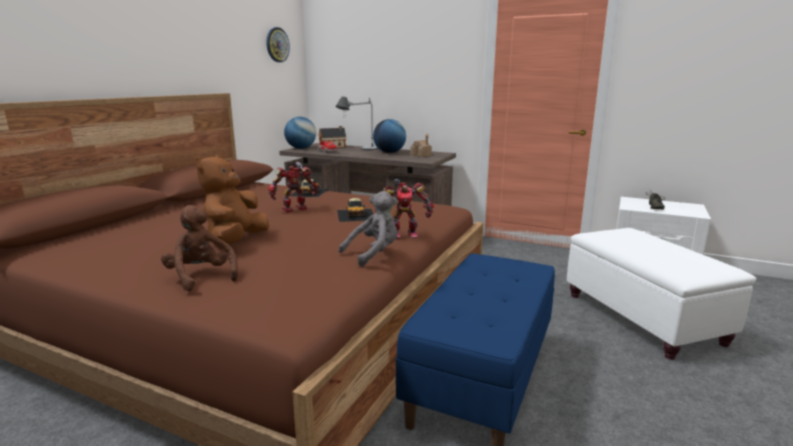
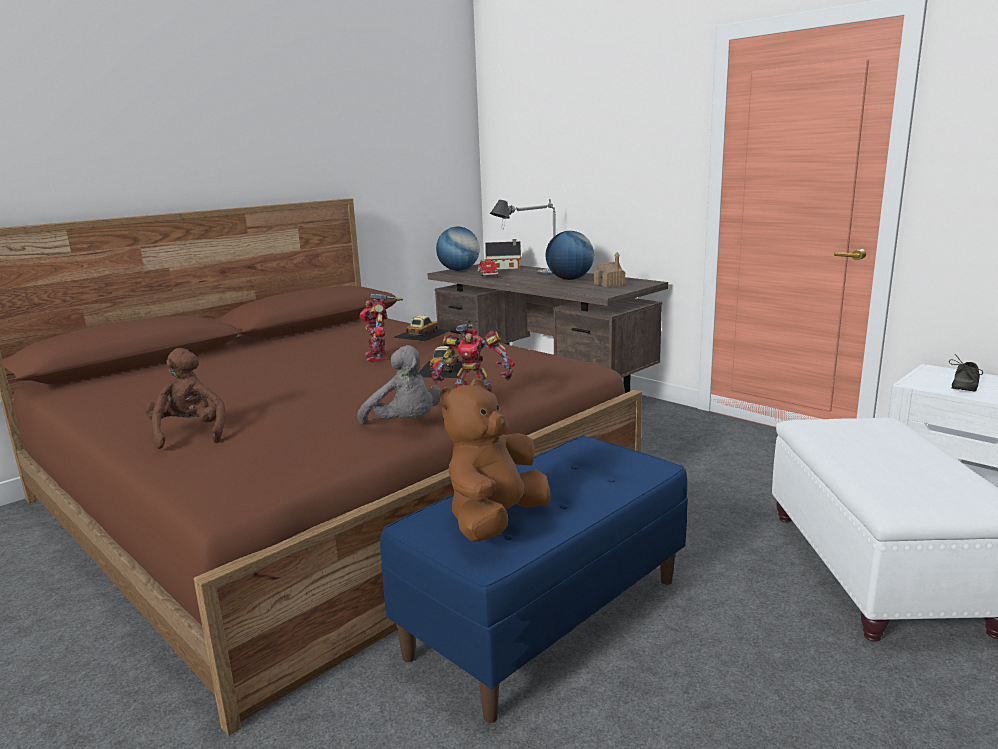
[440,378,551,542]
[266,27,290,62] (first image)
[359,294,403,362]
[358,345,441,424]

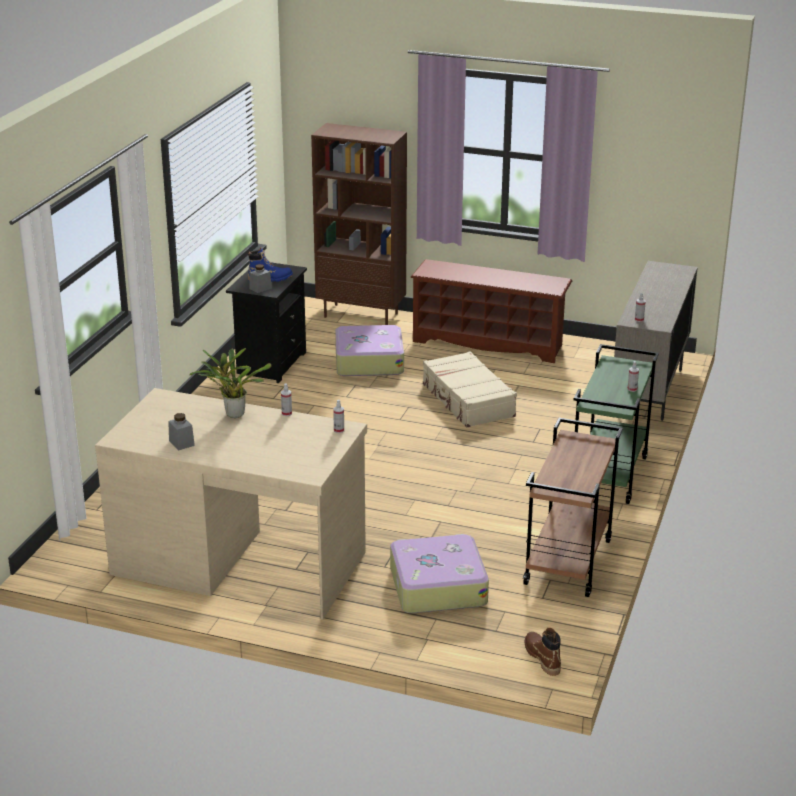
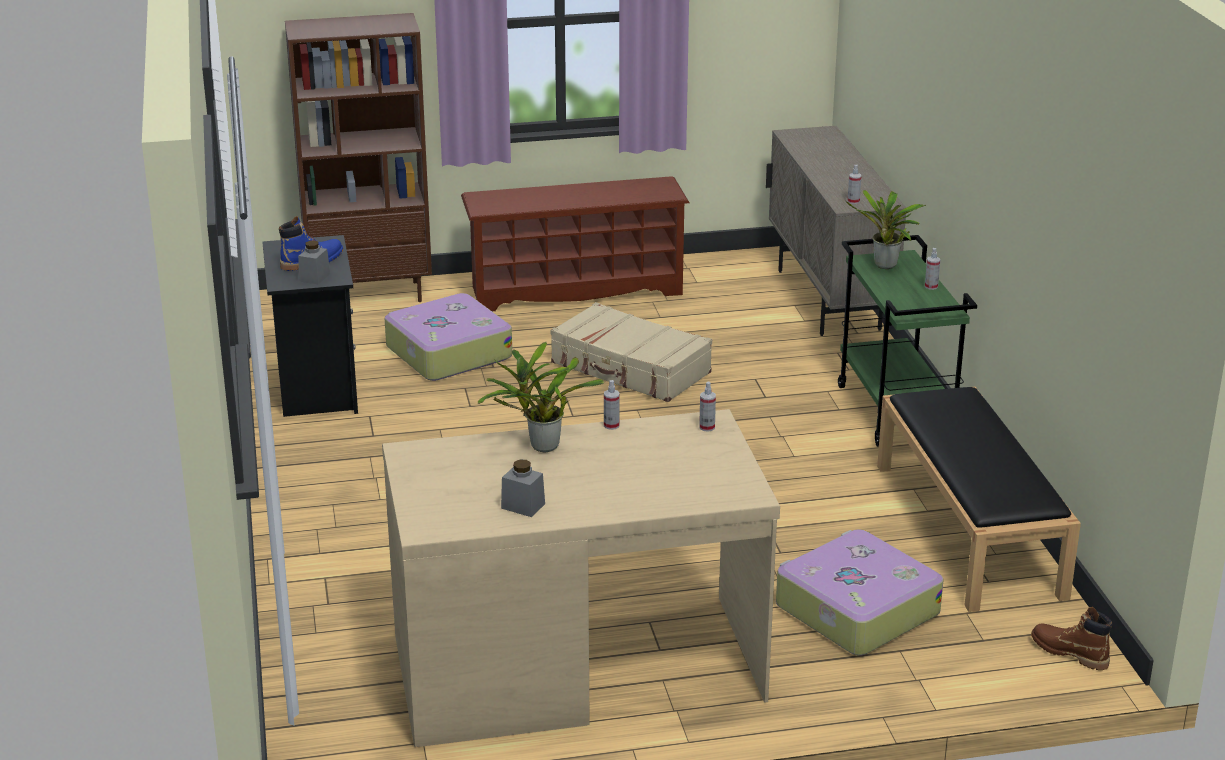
[877,387,1081,612]
[846,190,926,269]

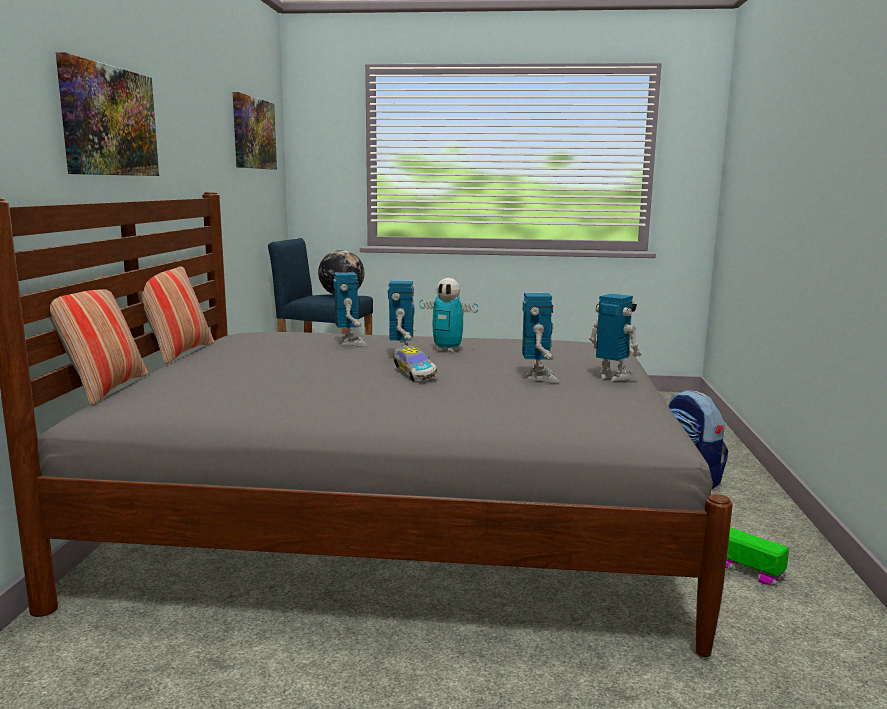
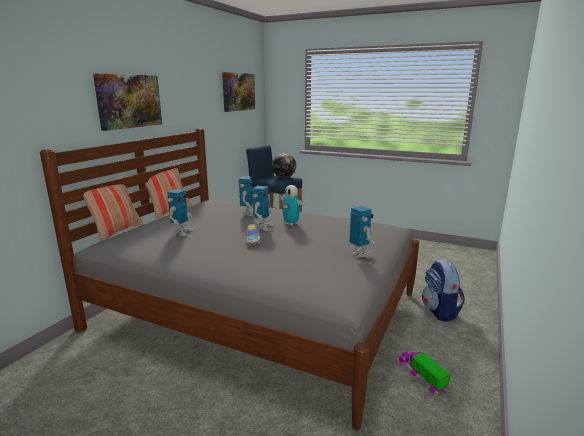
[167,189,194,236]

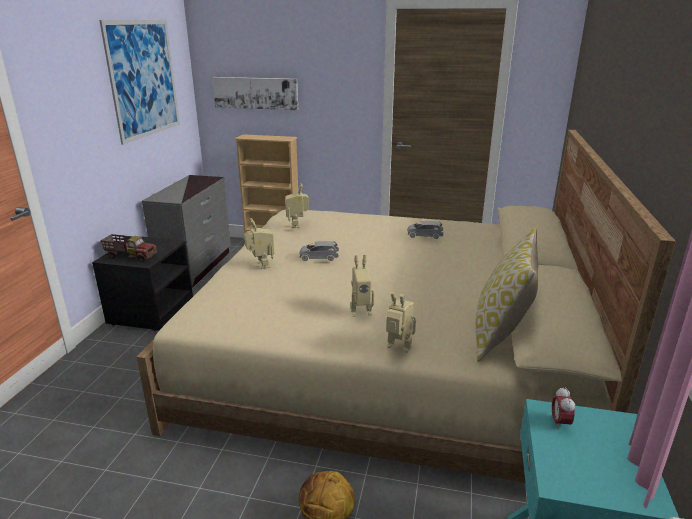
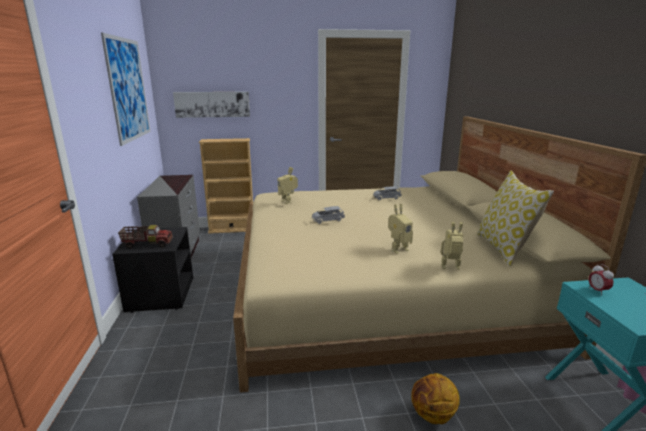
[244,218,274,269] (first image)

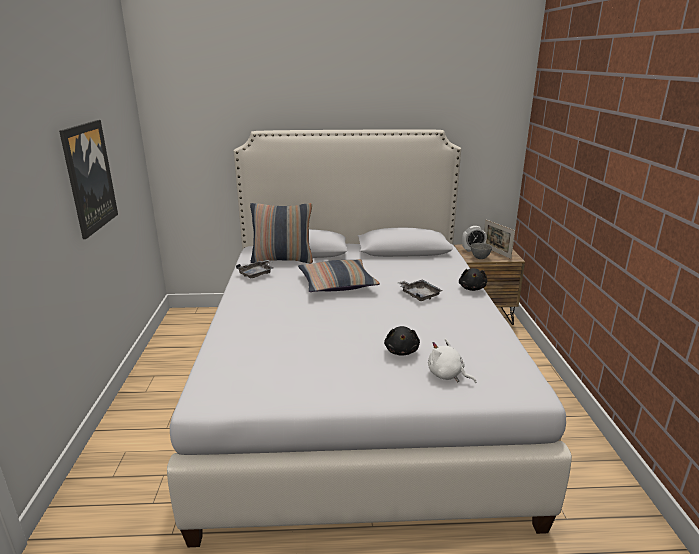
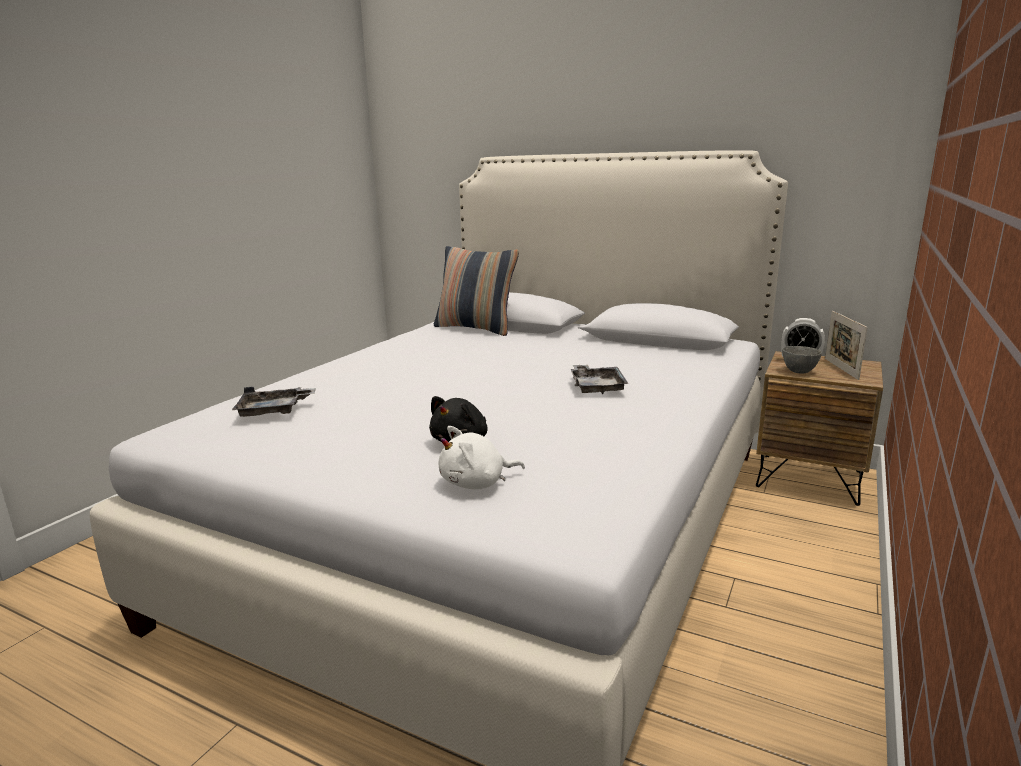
[59,120,118,239] (first image)
[232,387,316,417]
[298,259,380,292] (first image)
[439,426,525,489]
[459,268,487,291] (first image)

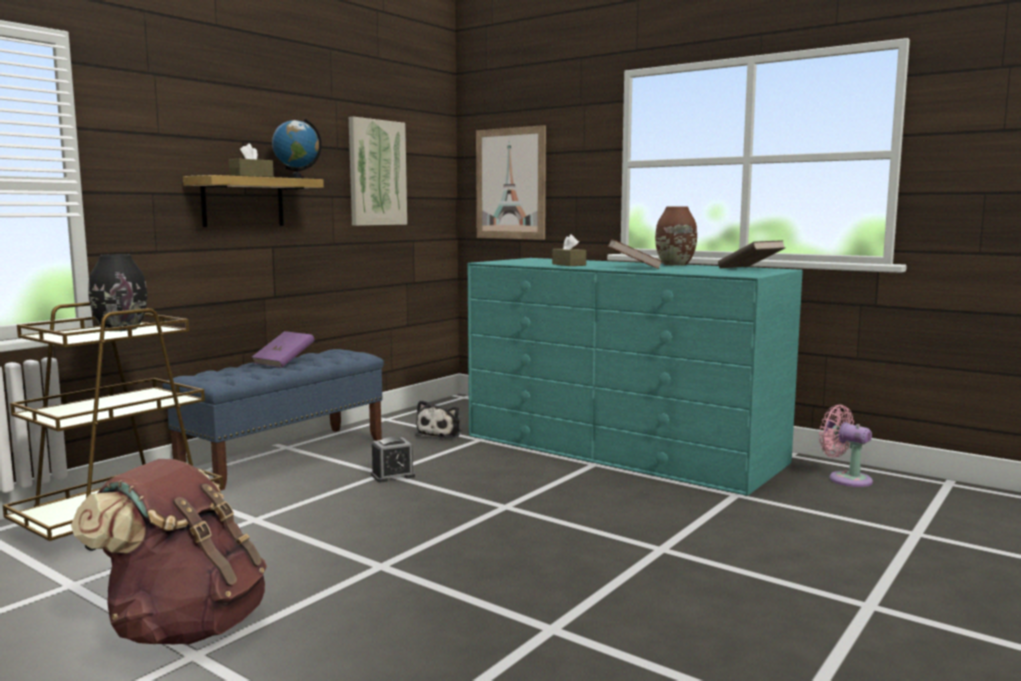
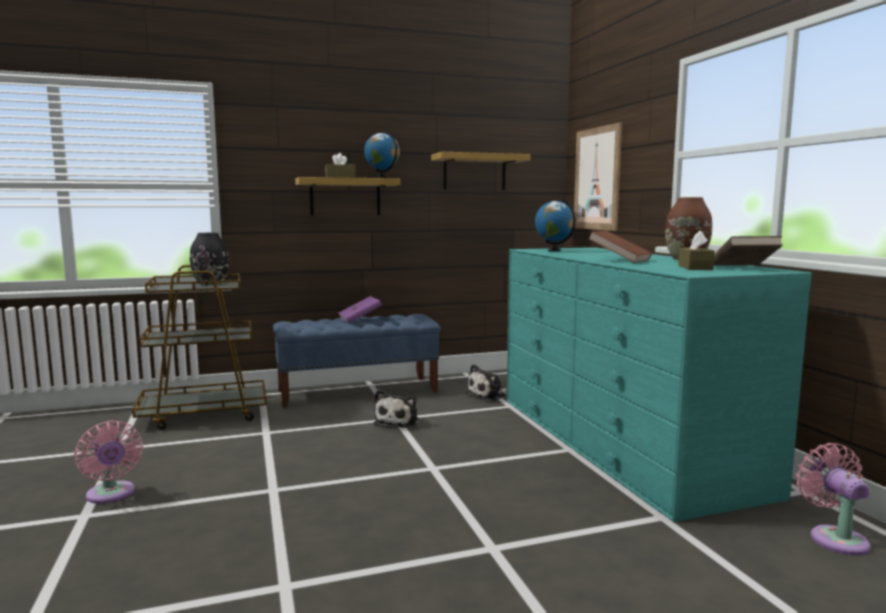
[74,420,143,504]
[431,152,531,190]
[373,389,419,428]
[678,230,715,270]
[535,199,576,252]

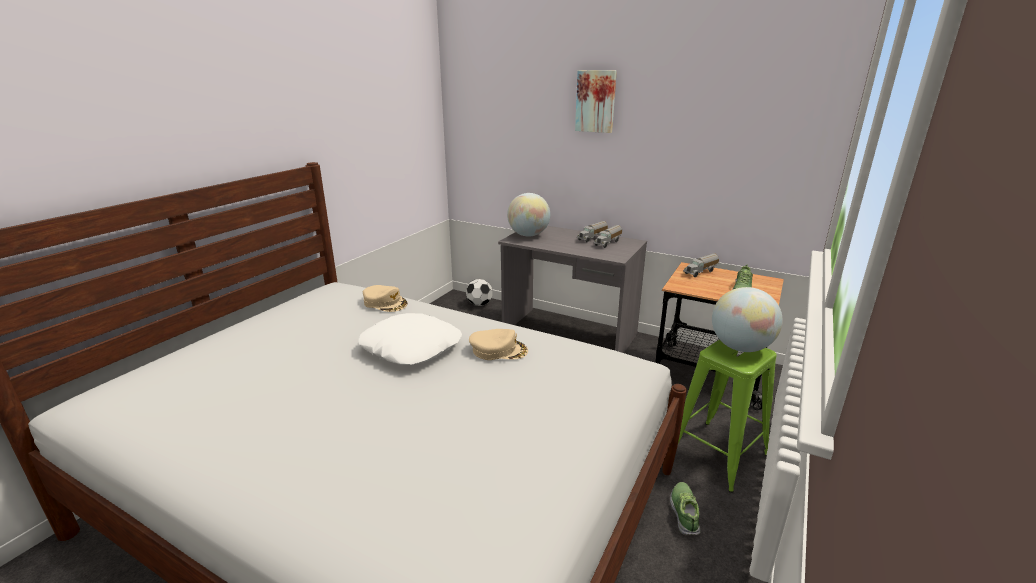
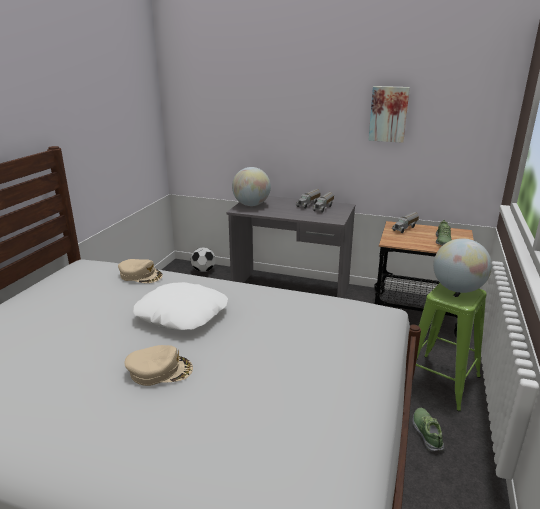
[124,345,193,386]
[368,86,410,143]

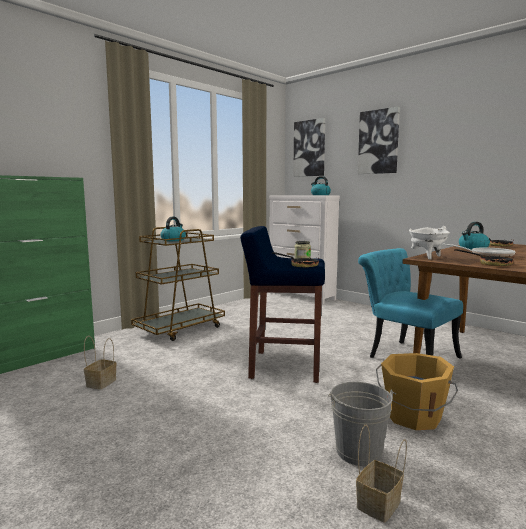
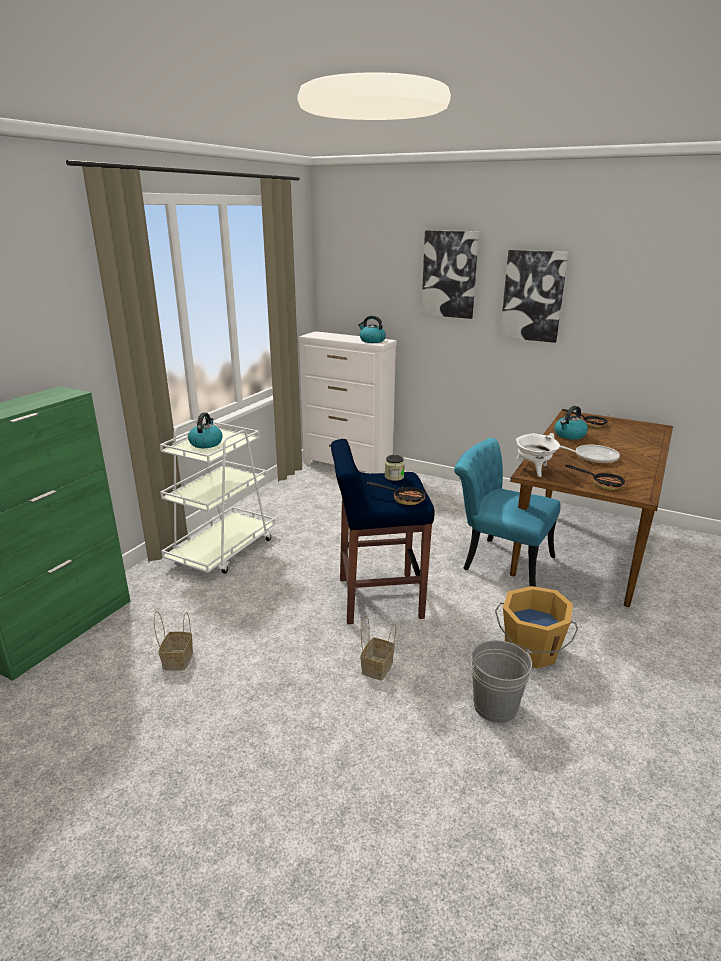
[160,420,275,574]
[500,250,569,343]
[360,616,396,681]

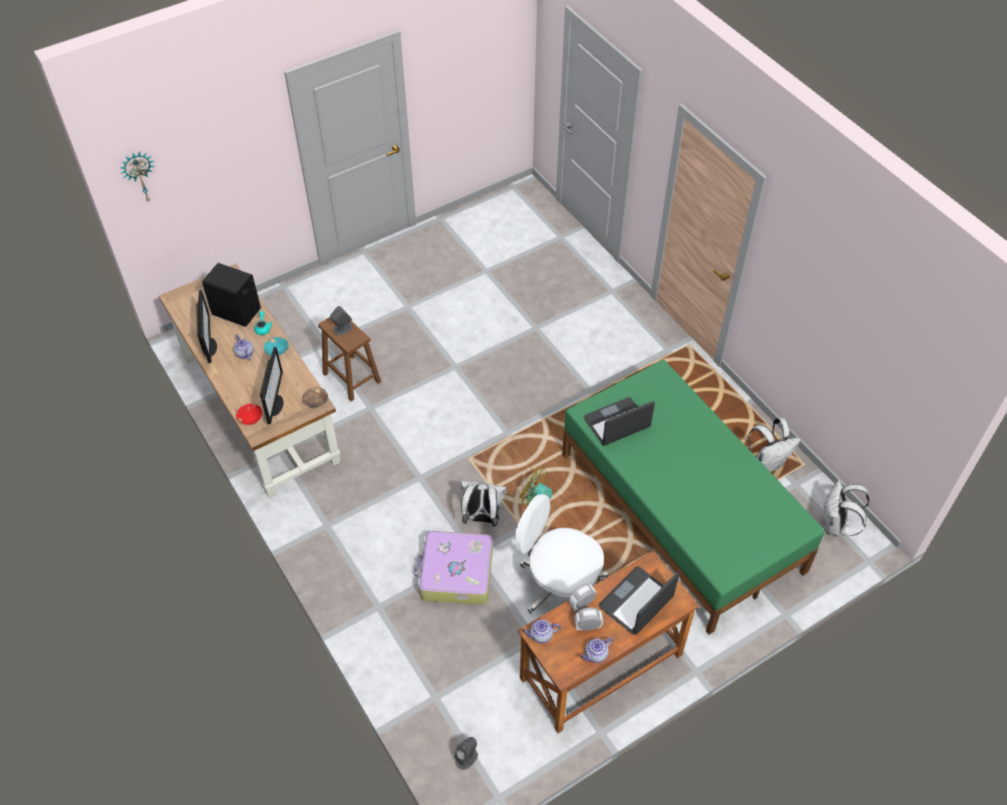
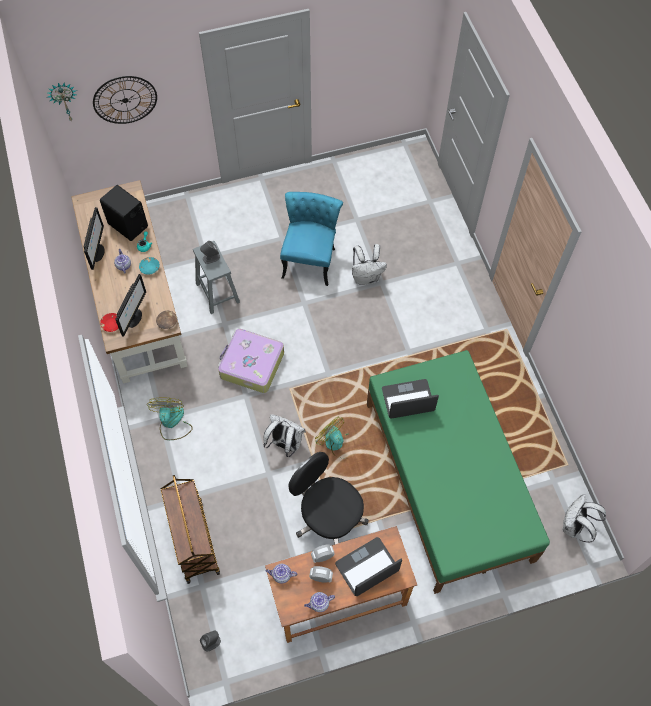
[193,241,240,314]
[218,329,284,393]
[288,452,369,544]
[352,244,387,285]
[93,76,157,124]
[147,398,193,440]
[161,475,220,584]
[280,192,343,286]

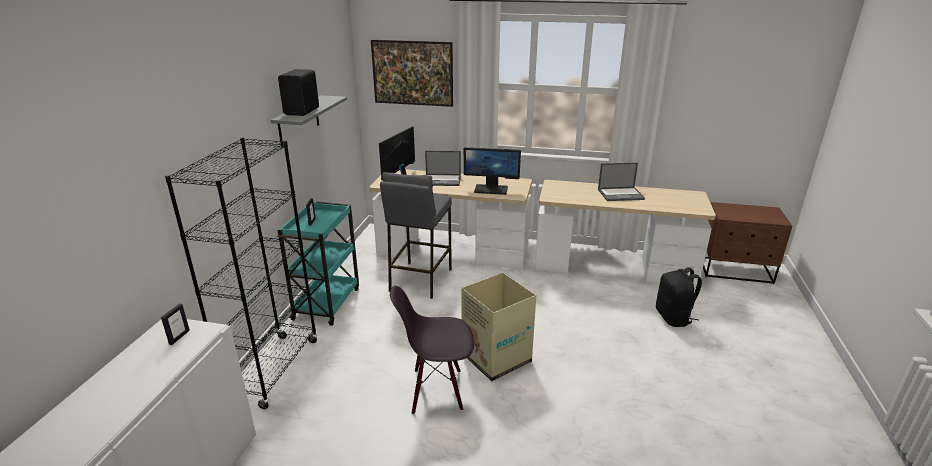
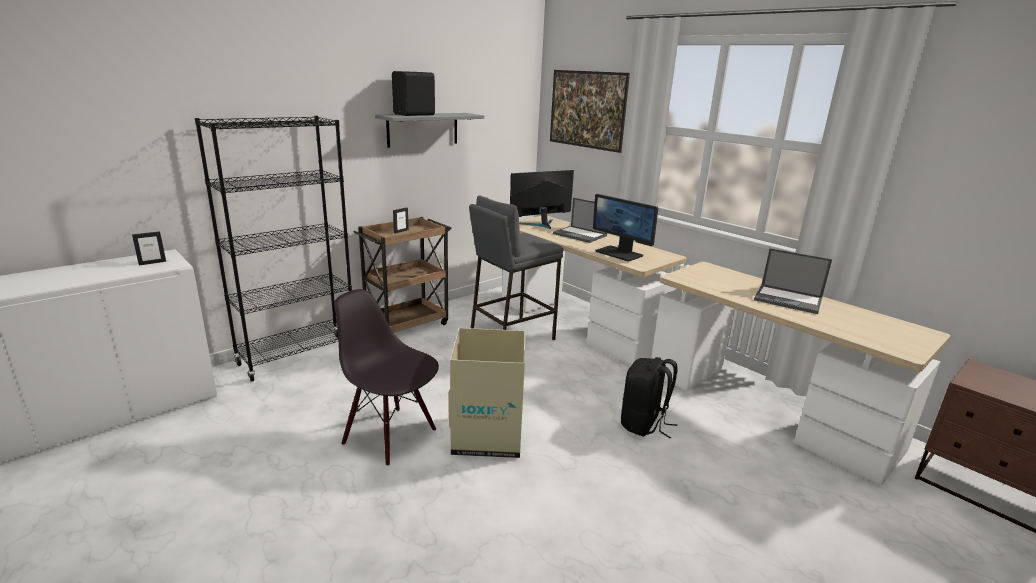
[353,217,452,333]
[621,357,677,438]

